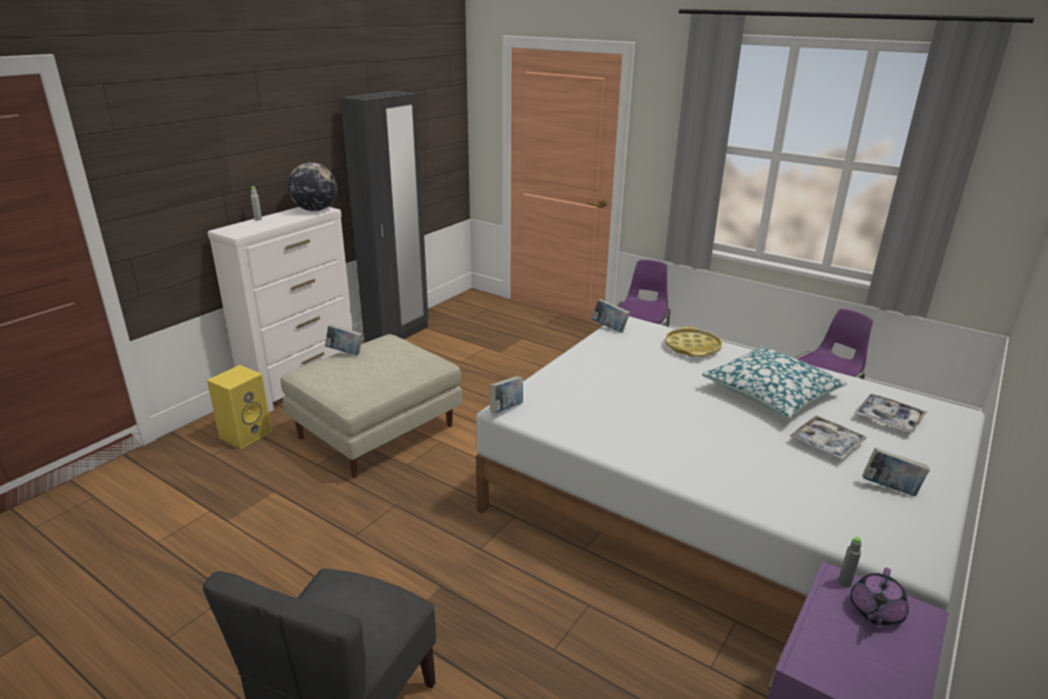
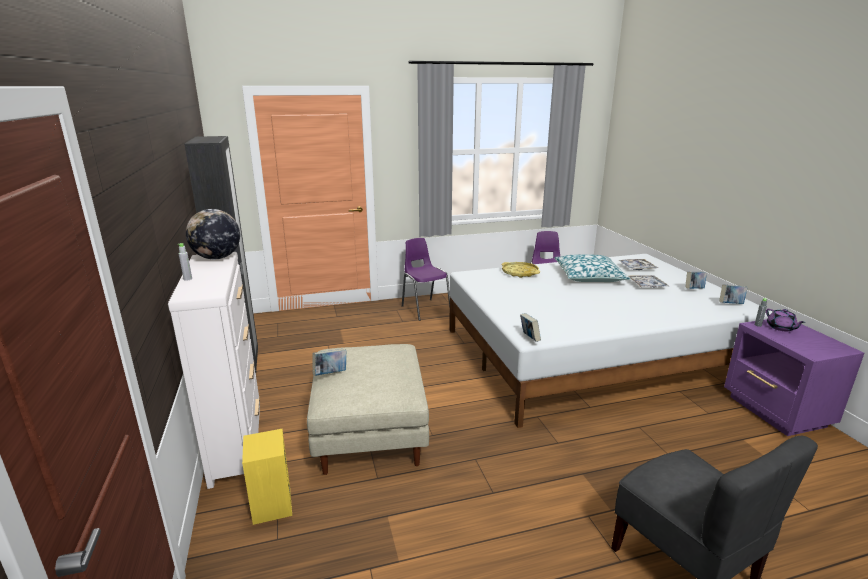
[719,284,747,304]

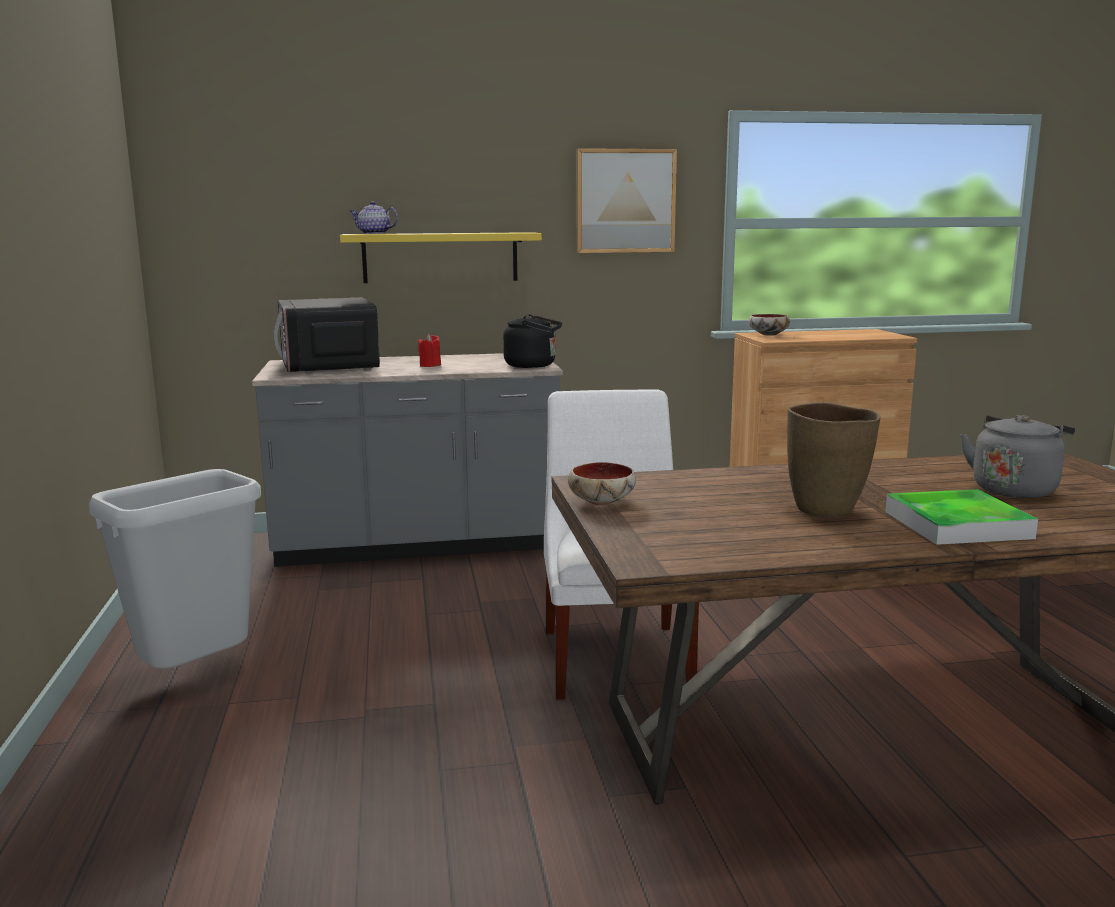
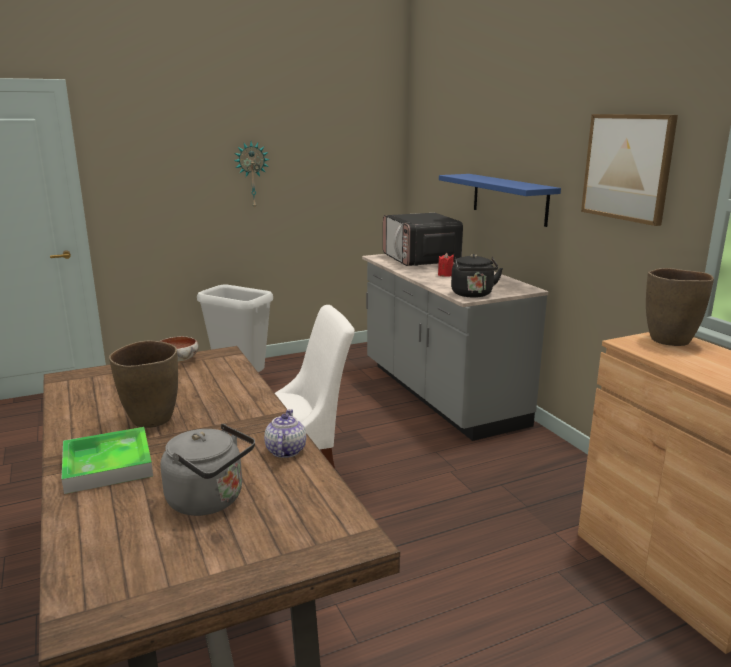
[383,213,463,266]
[439,174,561,227]
[264,409,306,458]
[646,268,714,346]
[234,141,270,209]

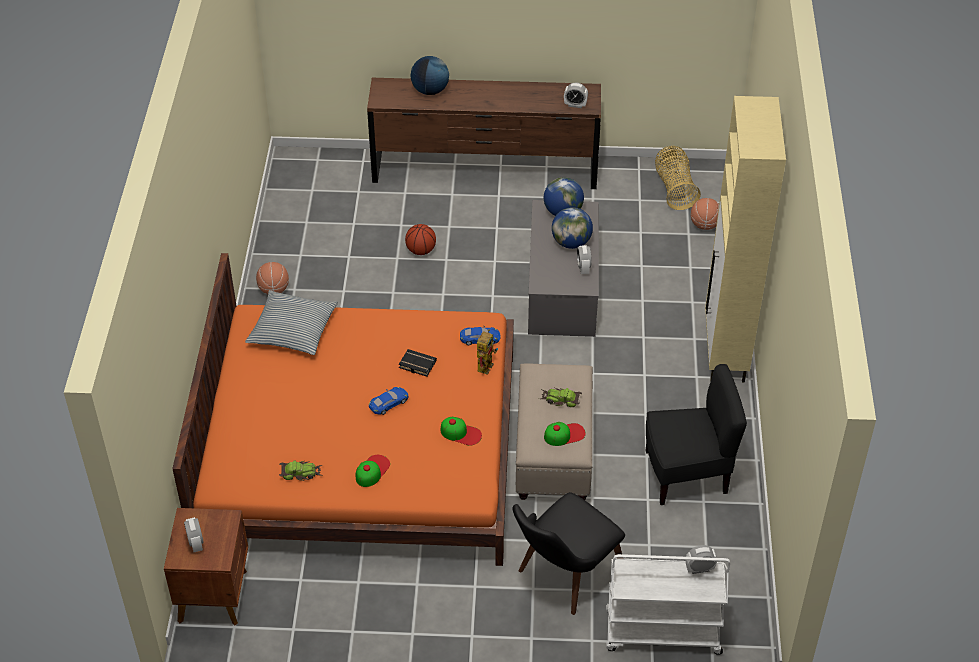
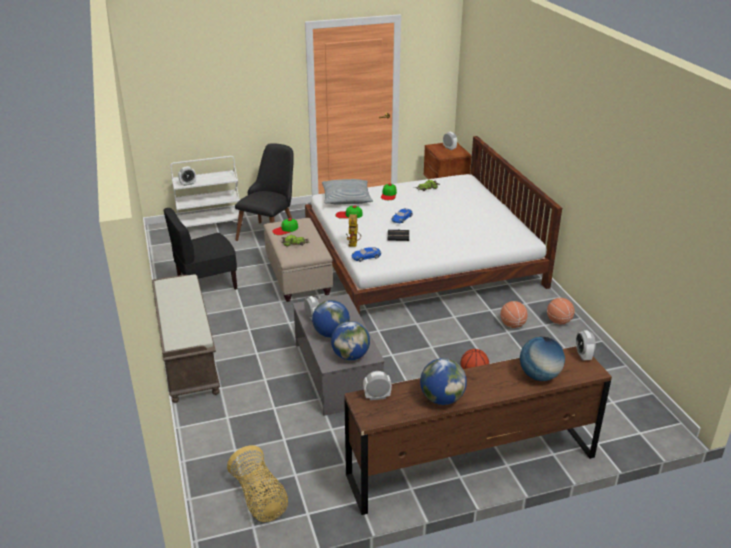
[305,136,562,315]
[322,179,373,205]
[501,301,528,328]
[152,274,220,403]
[420,358,467,405]
[576,330,596,361]

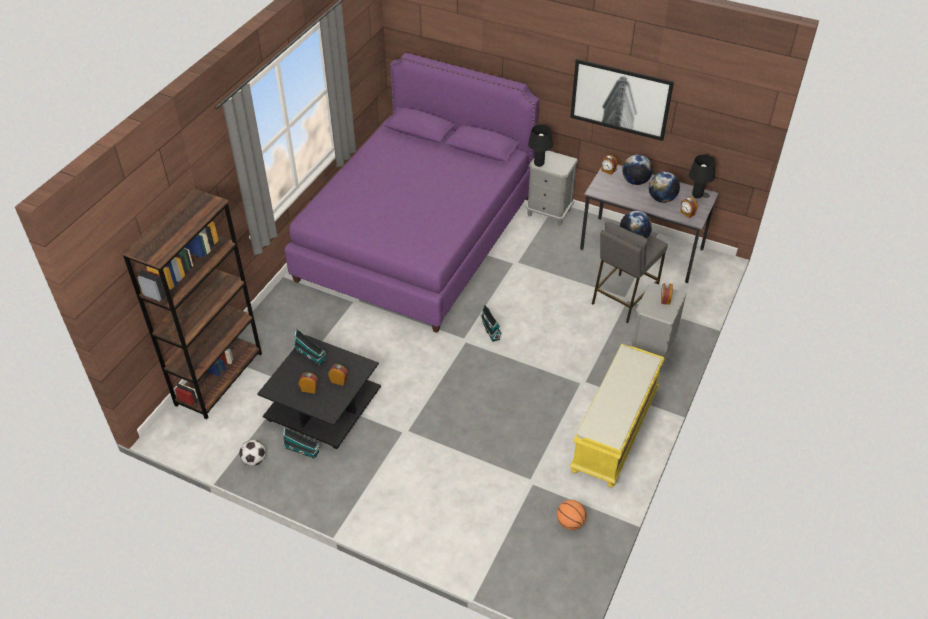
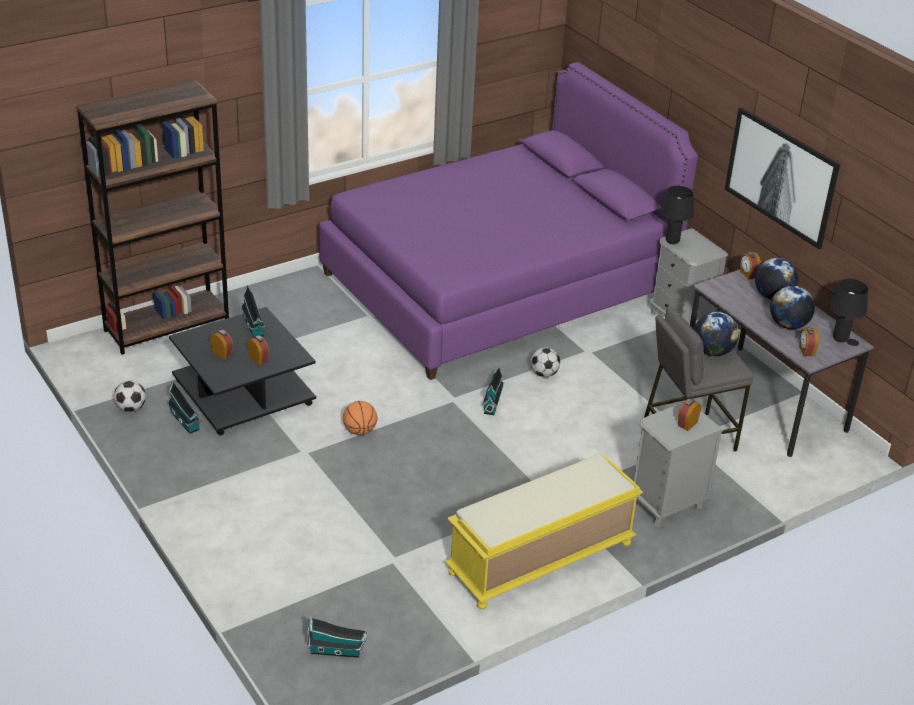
[343,401,377,435]
[307,617,368,658]
[530,347,560,377]

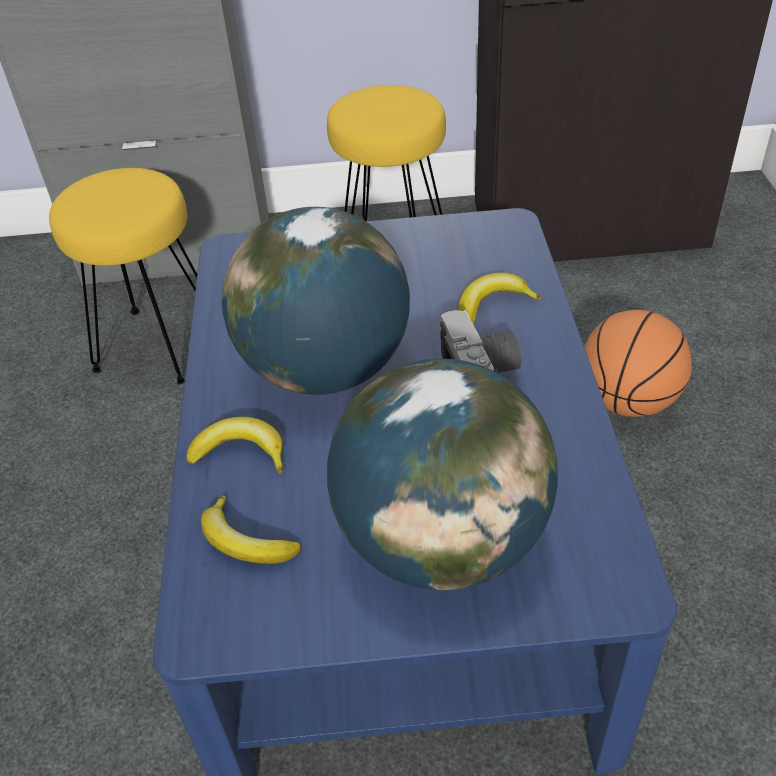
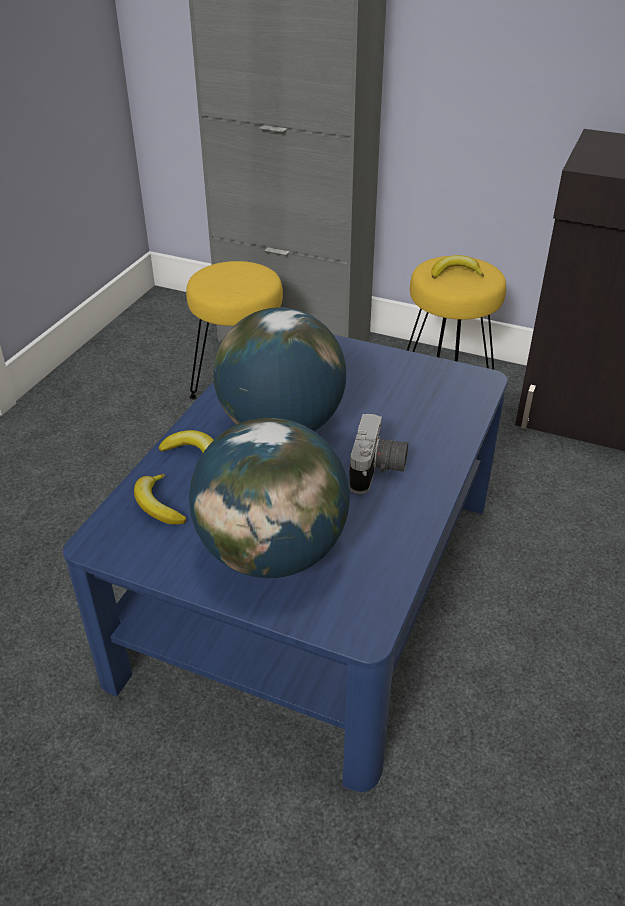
[431,255,484,279]
[584,310,692,417] (first image)

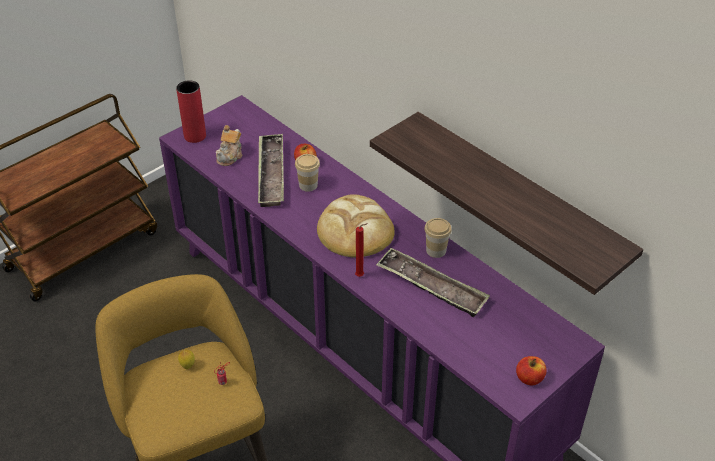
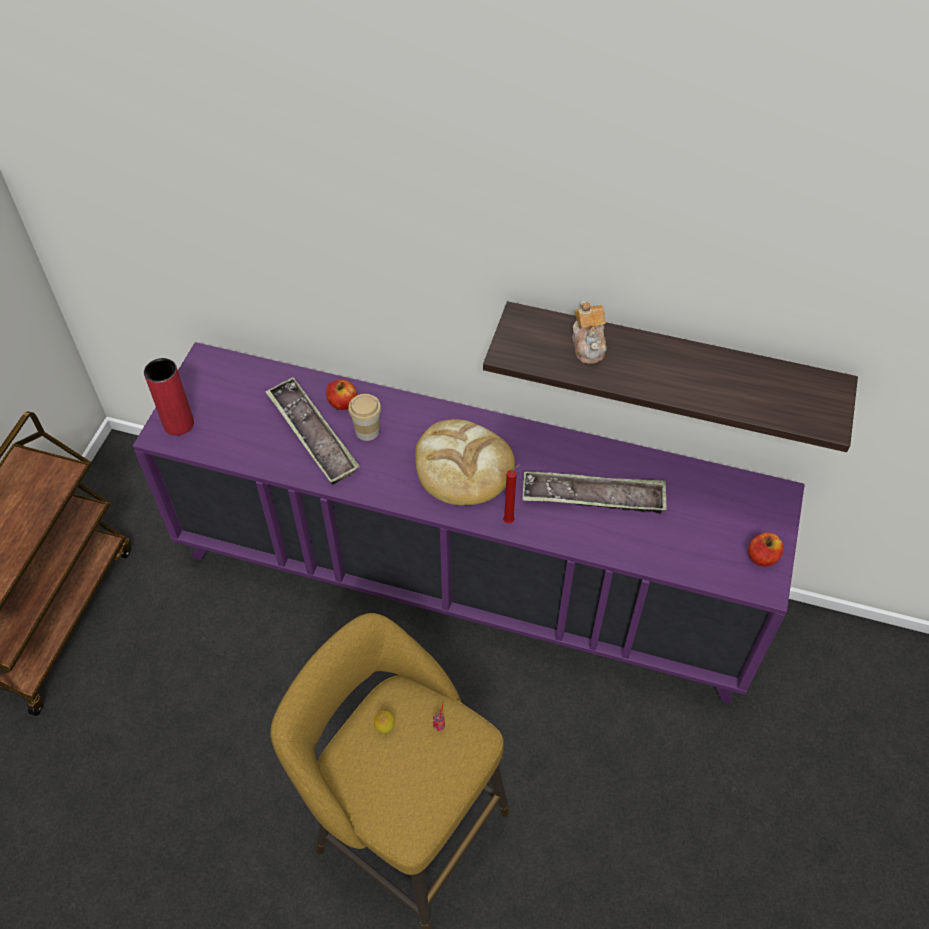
[572,301,607,364]
[424,218,452,258] (first image)

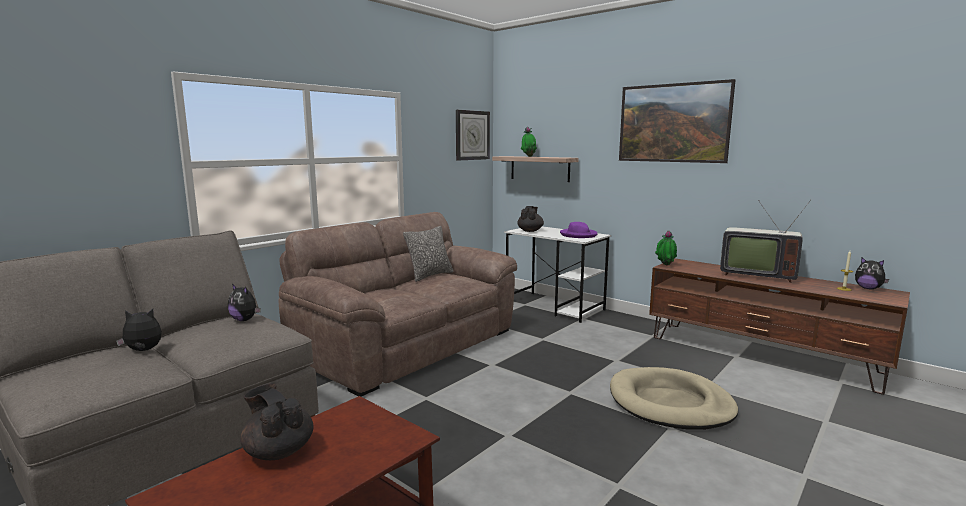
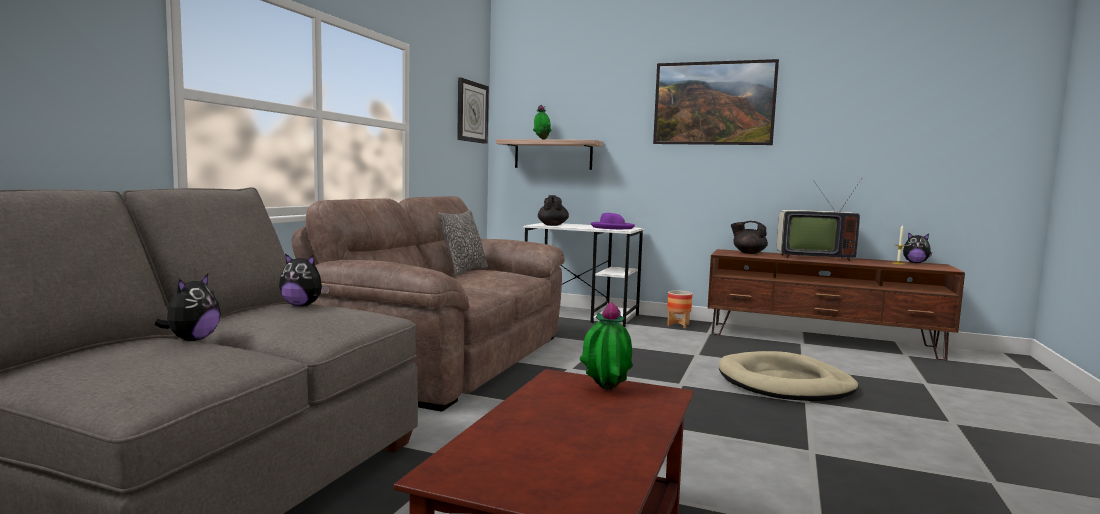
[154,274,221,341]
[731,221,768,254]
[579,302,633,390]
[667,290,692,328]

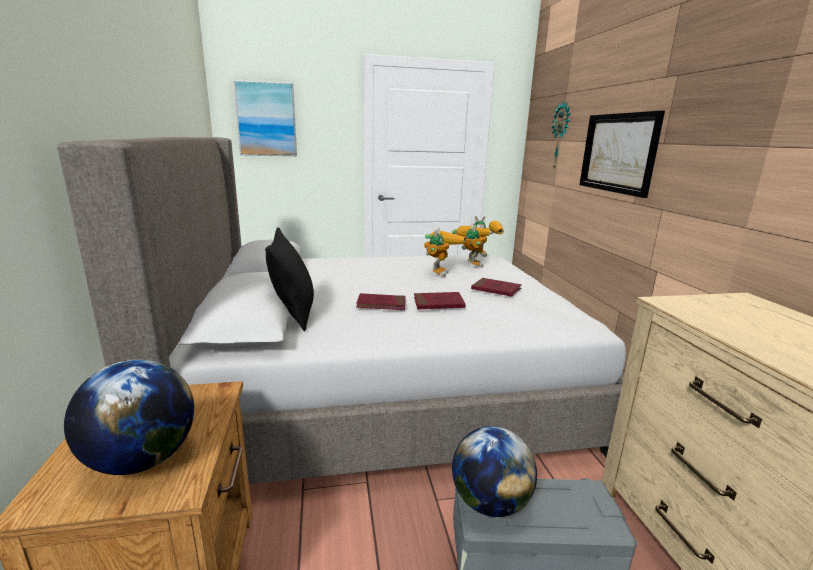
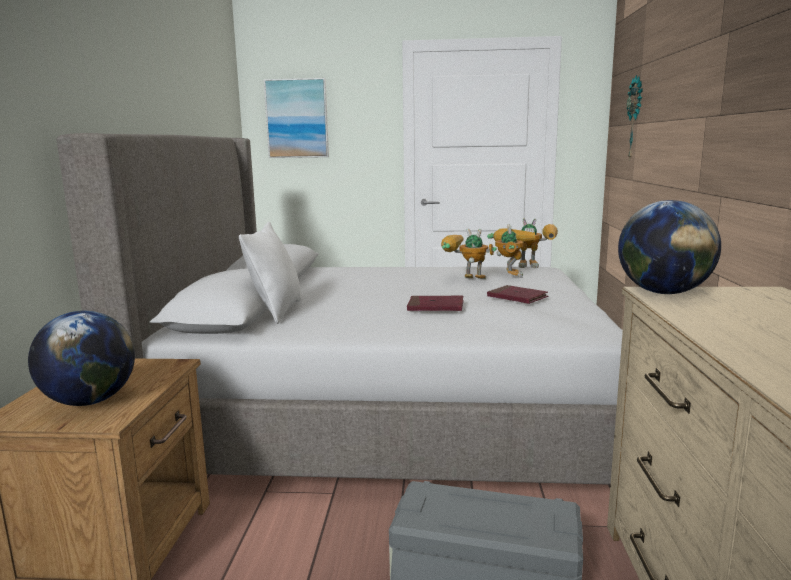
[239,222,302,324]
[356,293,406,310] (first image)
[441,228,497,279]
[618,200,721,294]
[580,111,665,198] (first image)

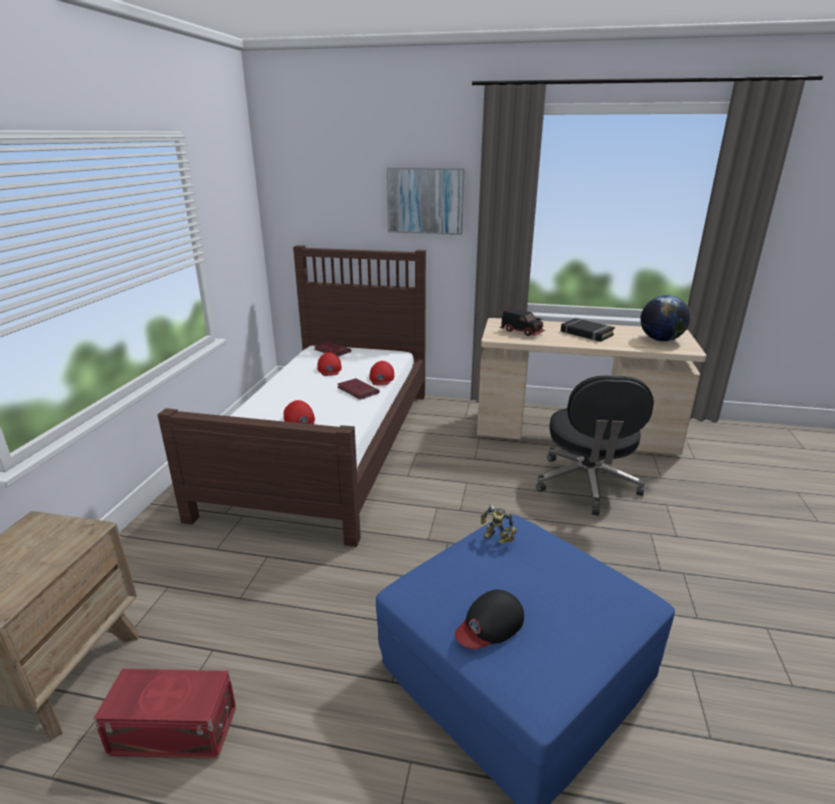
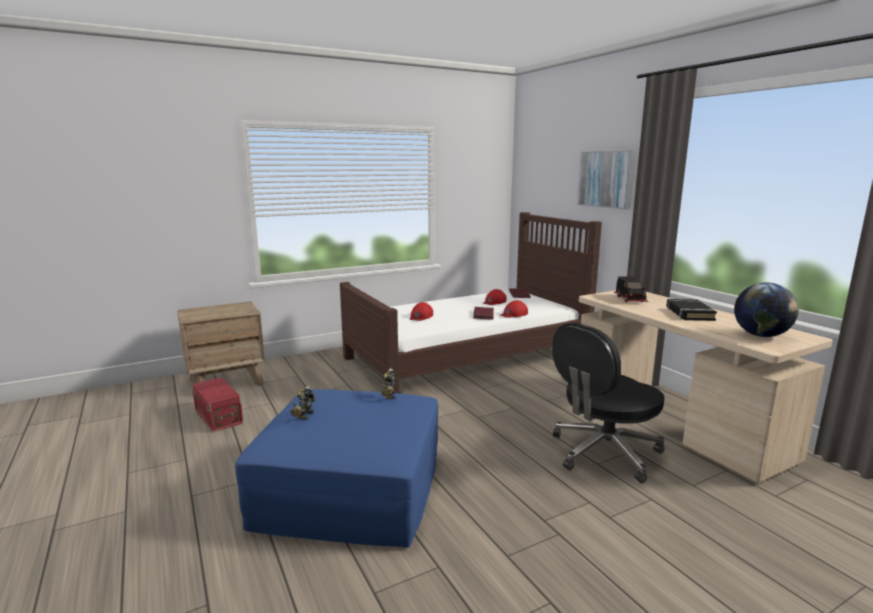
[290,385,315,420]

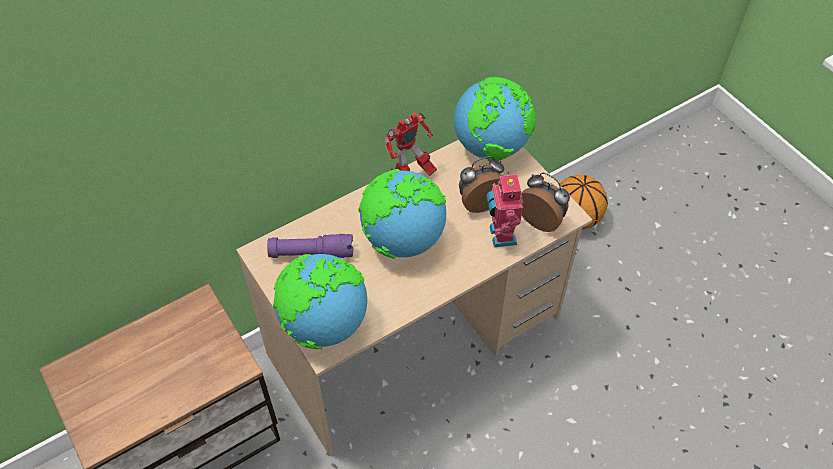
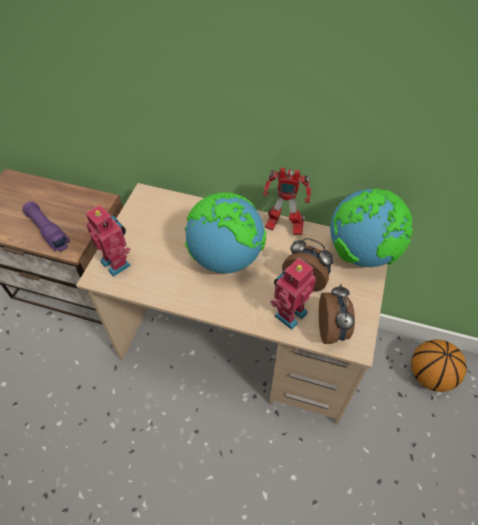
[22,201,70,252]
[86,205,131,277]

